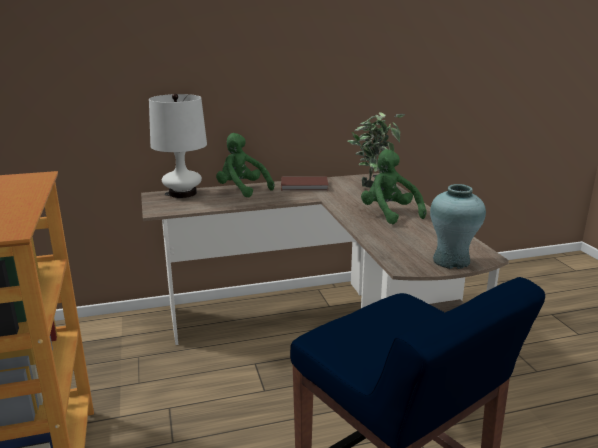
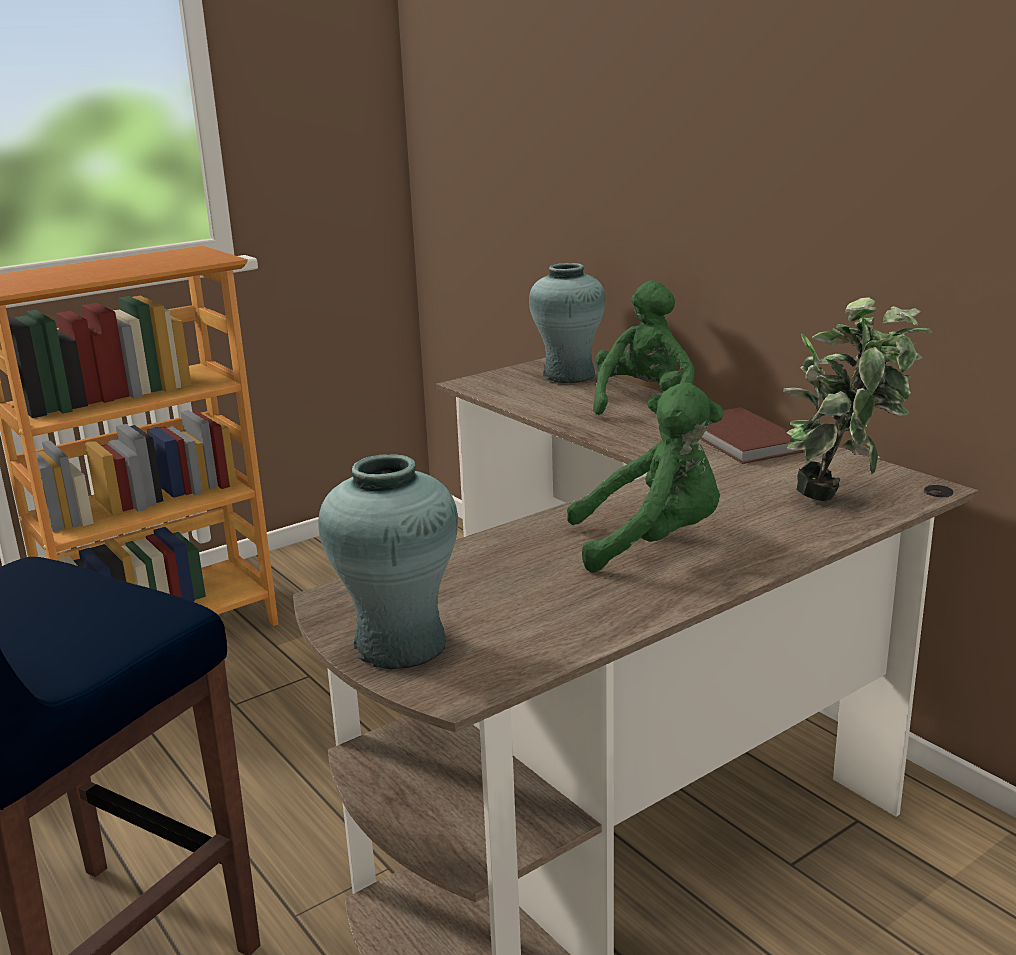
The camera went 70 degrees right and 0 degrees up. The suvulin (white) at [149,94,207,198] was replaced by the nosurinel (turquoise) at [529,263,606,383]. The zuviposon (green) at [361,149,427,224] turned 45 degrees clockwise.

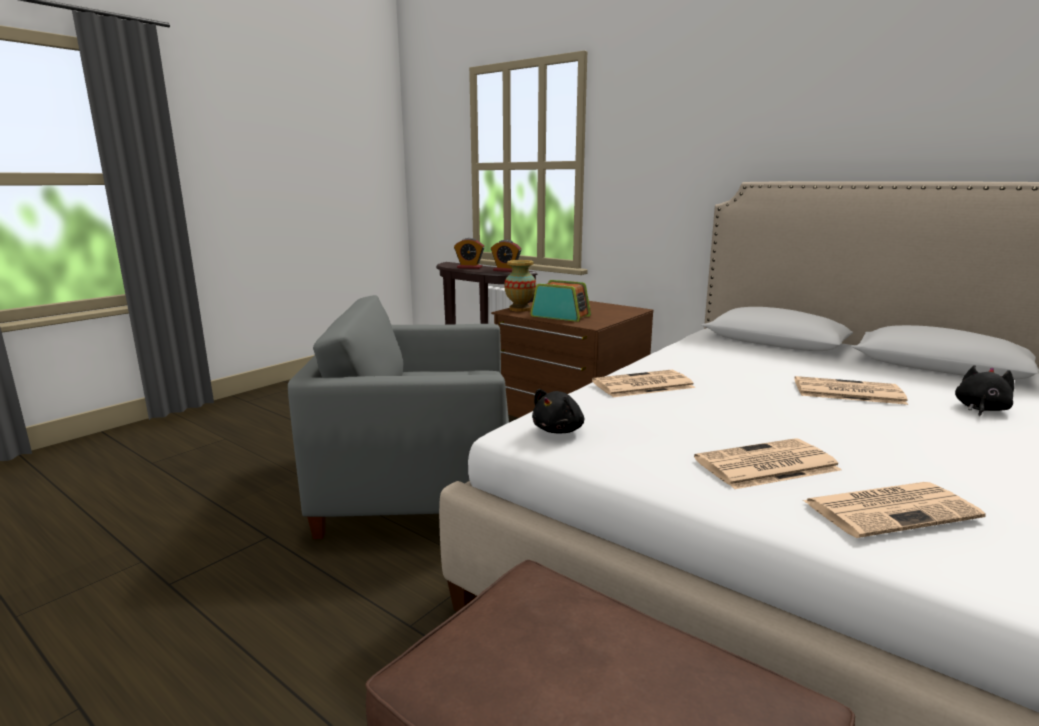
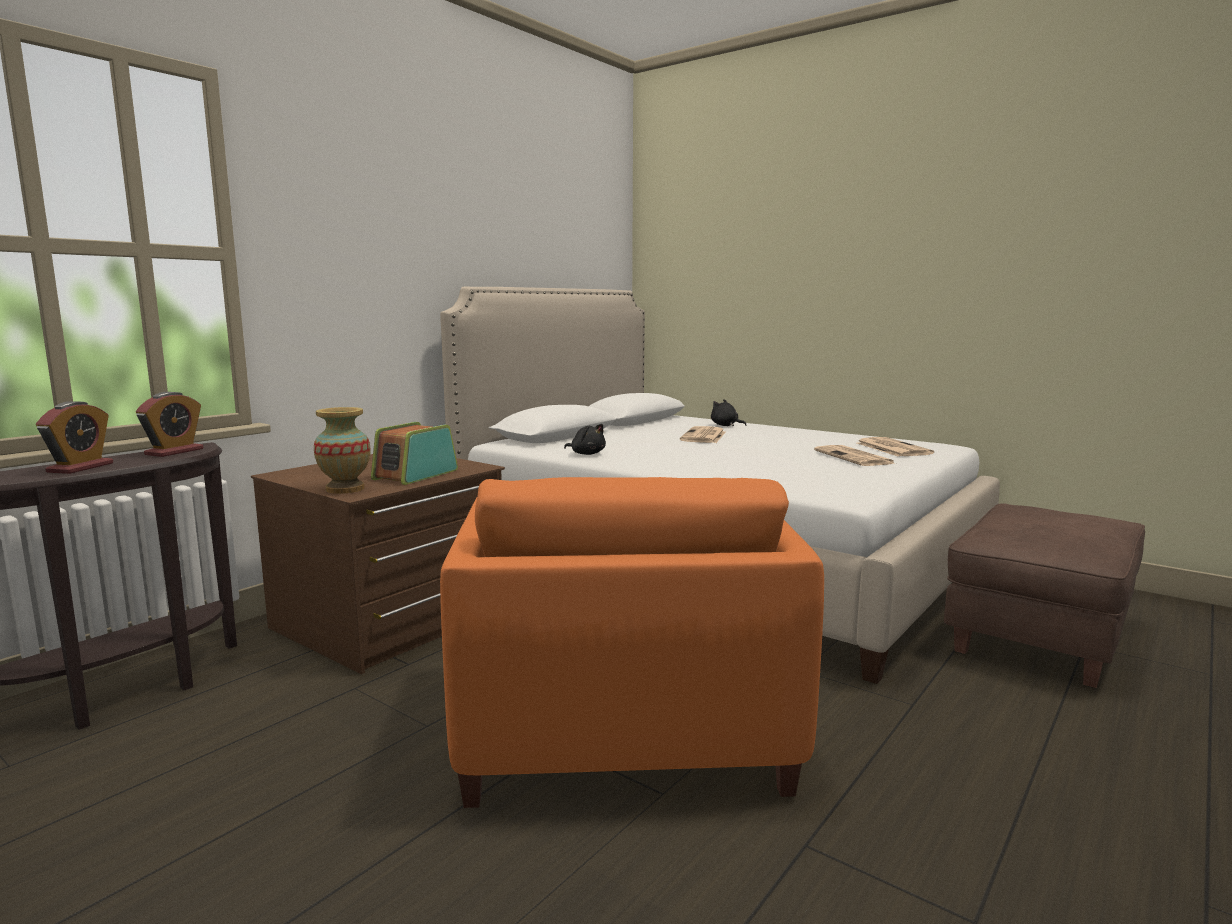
The camera went 90 degrees left and 5 degrees down. The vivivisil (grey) at [288,295,509,539] became the vivivisil (orange) at [440,477,824,808]. The zuviposon (black) moved from [532,389,584,434] to [564,424,606,455]. The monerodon at [592,370,695,397] disappeared.

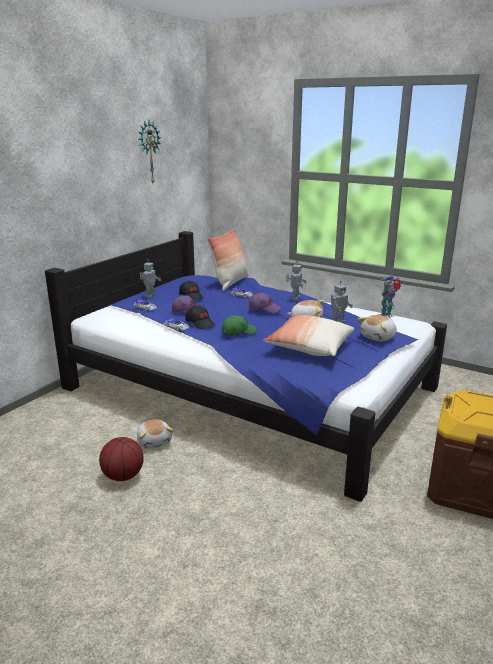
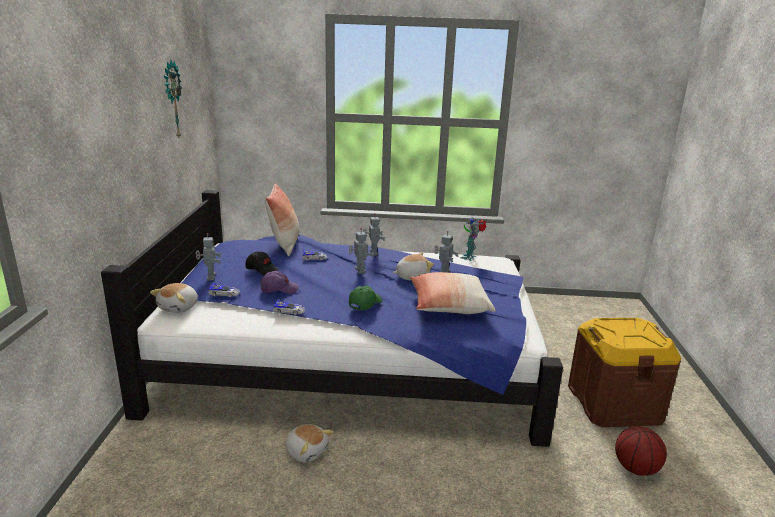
The camera went 30 degrees left and 0 degrees up. The zuviposon moved from [357,315,397,341] to [150,283,198,313]. The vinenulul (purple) at [249,293,281,313] was replaced by the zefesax at [349,228,374,274]. The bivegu moved from [99,437,144,481] to [615,426,667,476]. The vinenulul (black) at [186,305,215,329] disappeared.

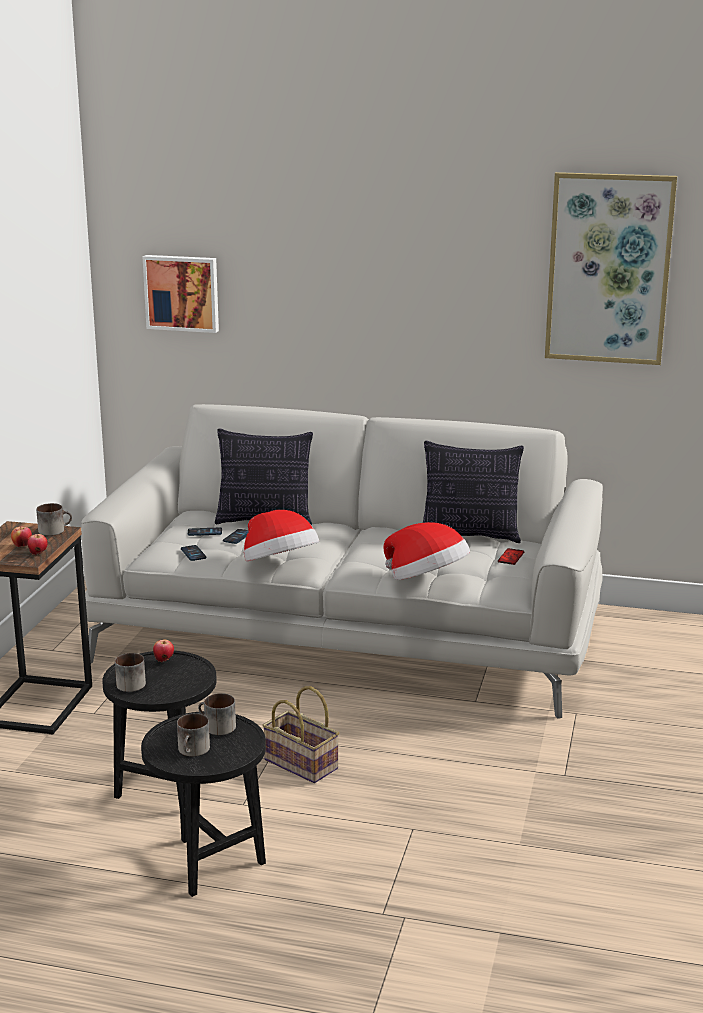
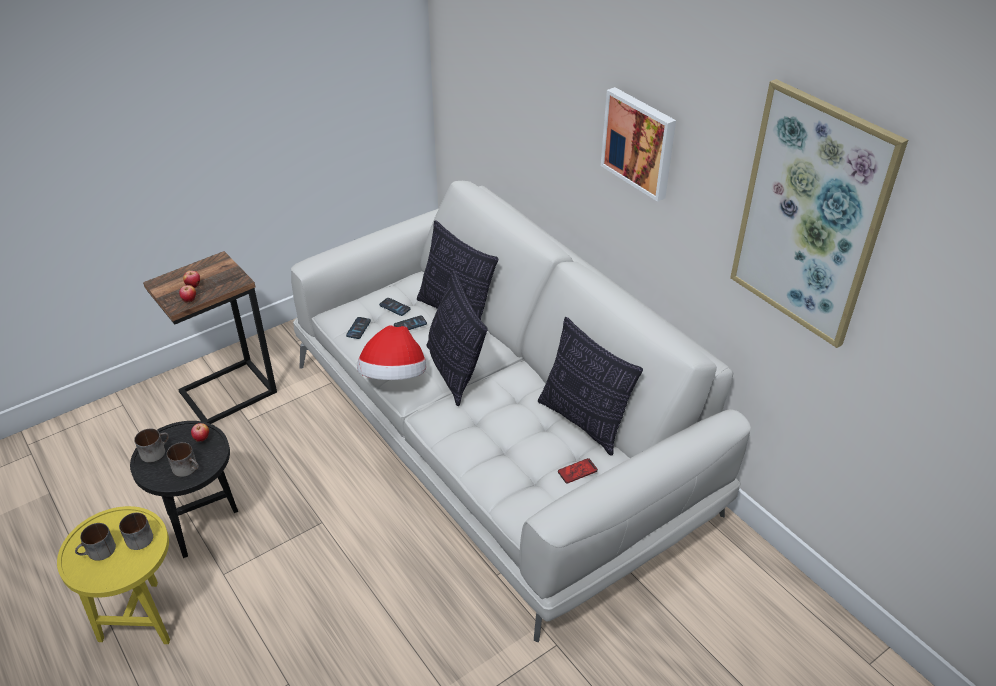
The camera went 40 degrees right and 20 degrees up. The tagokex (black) at [141,711,266,897] became the tagokex (yellow) at [57,506,170,644]. The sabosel moved from [36,503,72,536] to [167,442,199,477]. The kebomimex at [427,270,488,406] appeared. The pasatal moved from [142,255,219,333] to [601,87,676,202]. The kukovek at [262,686,339,783] disappeared. The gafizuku at [383,522,470,580] disappeared.

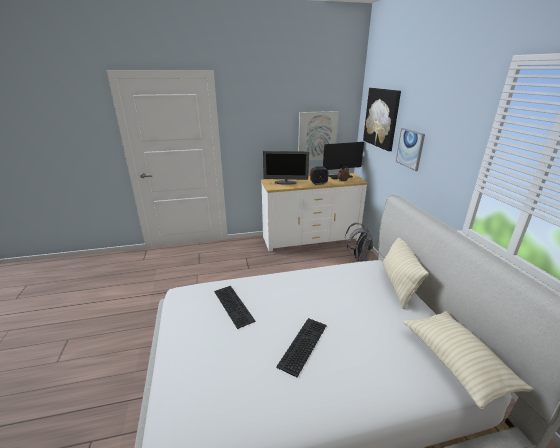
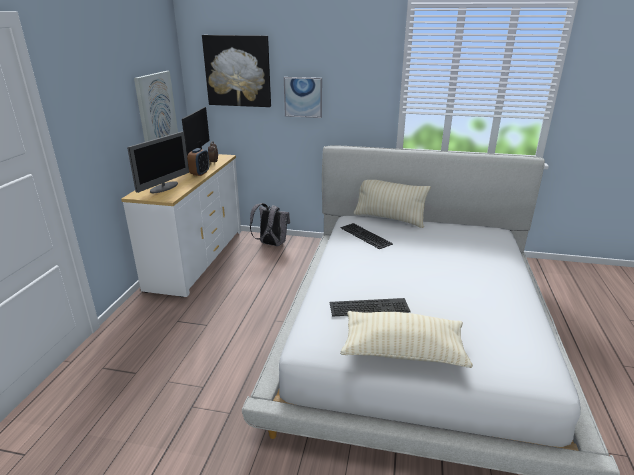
The camera went 65 degrees left and 0 degrees up. The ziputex moved from [276,318,327,377] to [340,223,393,249]. The kebomimex (beige) moved from [403,311,533,410] to [340,311,473,368].

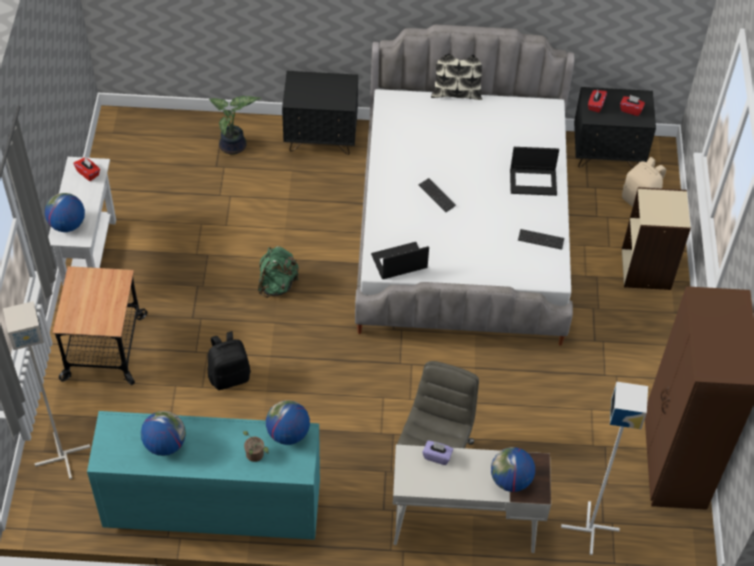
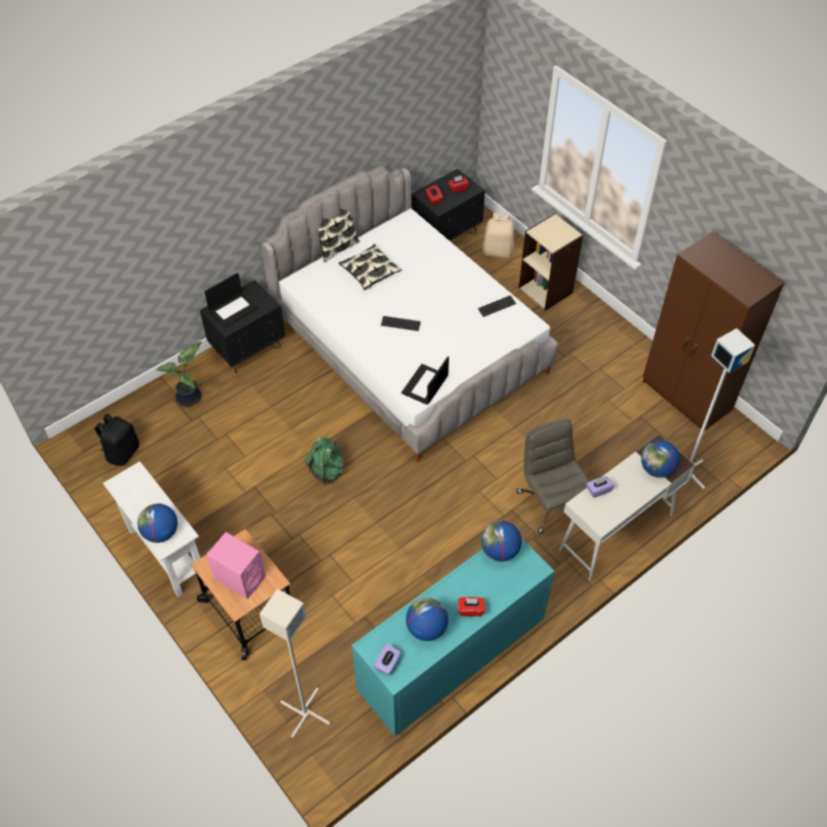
The camera went 40 degrees left and 0 degrees up. The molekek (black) moved from [208,331,251,390] to [95,413,139,466]. The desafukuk moved from [510,147,559,196] to [204,273,258,328]. The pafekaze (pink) at [207,532,266,599] appeared. The kebomimex at [338,244,402,290] appeared. The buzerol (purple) at [374,643,401,675] appeared. The buzerol (red) moved from [74,157,100,181] to [458,597,485,616]. The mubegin at [243,431,269,462] disappeared.

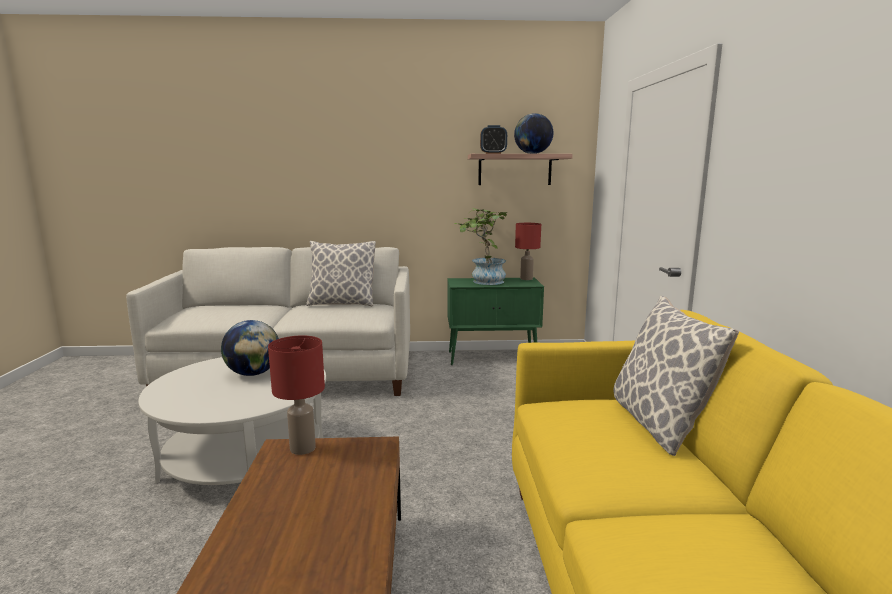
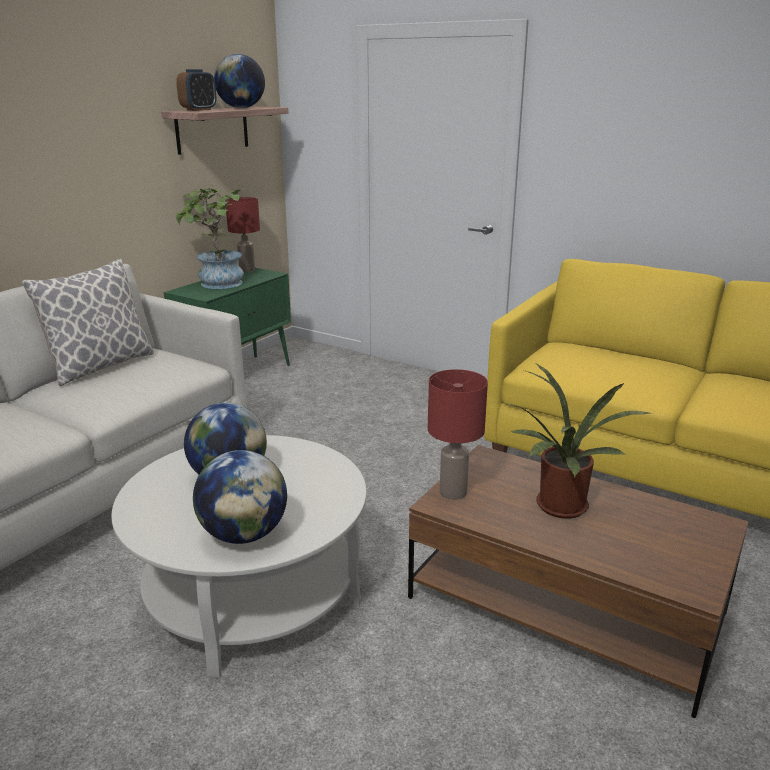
The camera went 55 degrees left and 10 degrees up. The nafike at [193,450,287,544] appeared. The mubegin at [509,363,652,519] appeared. The kebomimex at [613,296,739,456] disappeared.

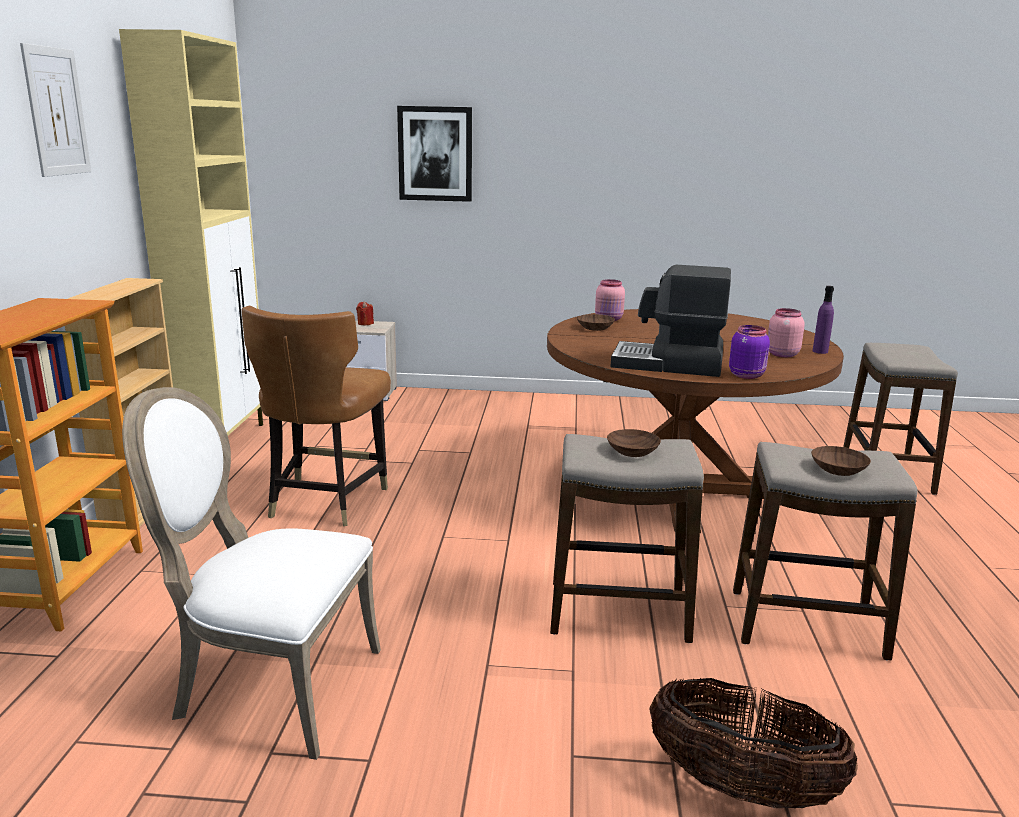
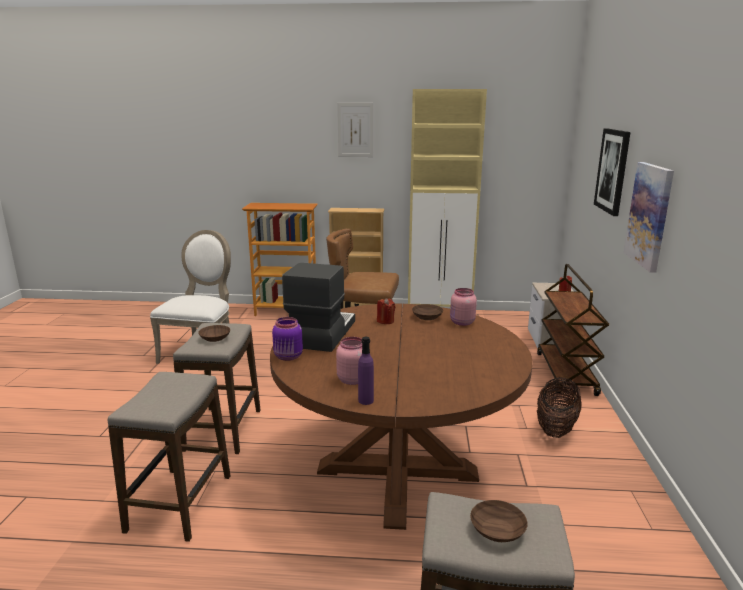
The camera went 90 degrees right and 0 degrees up. The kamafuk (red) at [377,298,396,324] appeared. The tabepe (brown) moved from [811,446,871,476] to [470,500,528,542]. The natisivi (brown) at [537,264,609,396] appeared. The kukovek moved from [649,678,858,808] to [537,377,582,438]. The pasatal at [624,162,674,273] appeared.

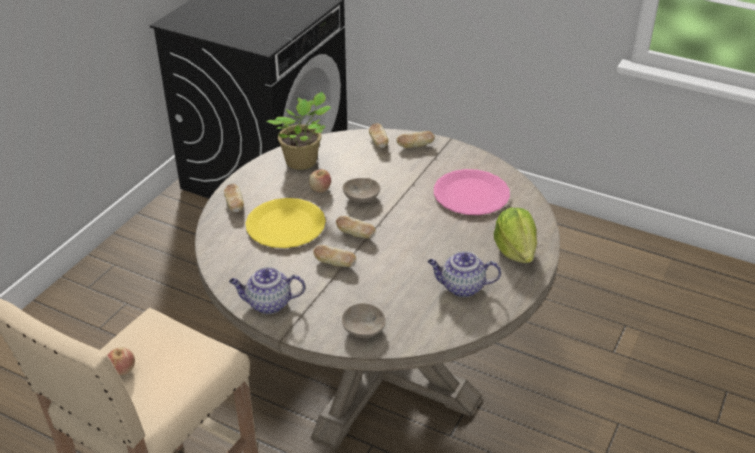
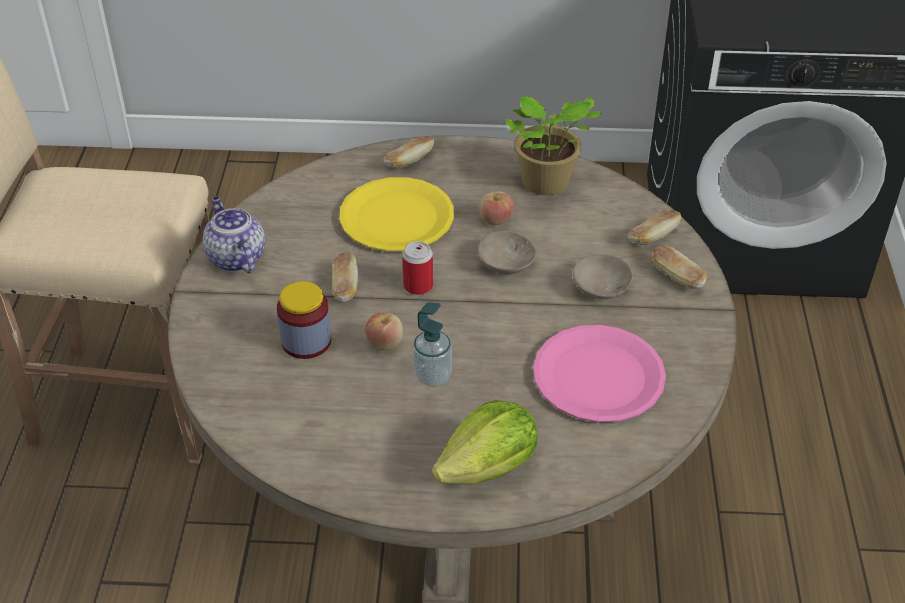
The camera went 65 degrees right and 5 degrees up. The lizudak at [277,281,331,359] appeared. The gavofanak moved from [107,347,135,375] to [365,312,403,351]. The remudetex at [336,216,376,239] was replaced by the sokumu at [402,241,433,295]. The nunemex at [413,302,452,387] appeared. The tabepe (beige) moved from [342,303,386,338] to [573,254,633,299]. The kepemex at [428,251,501,297] disappeared.

